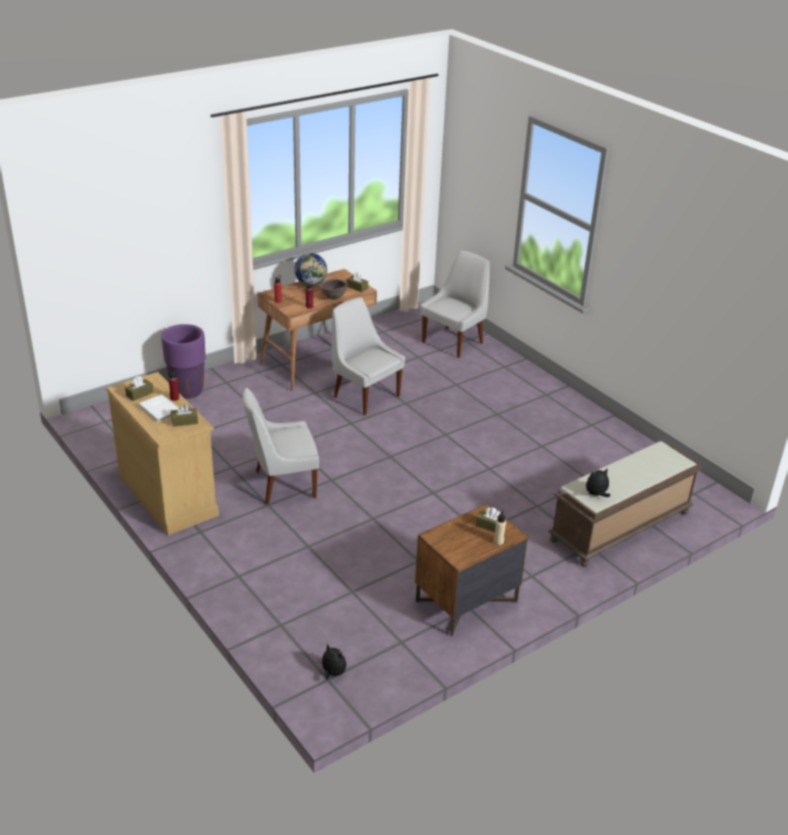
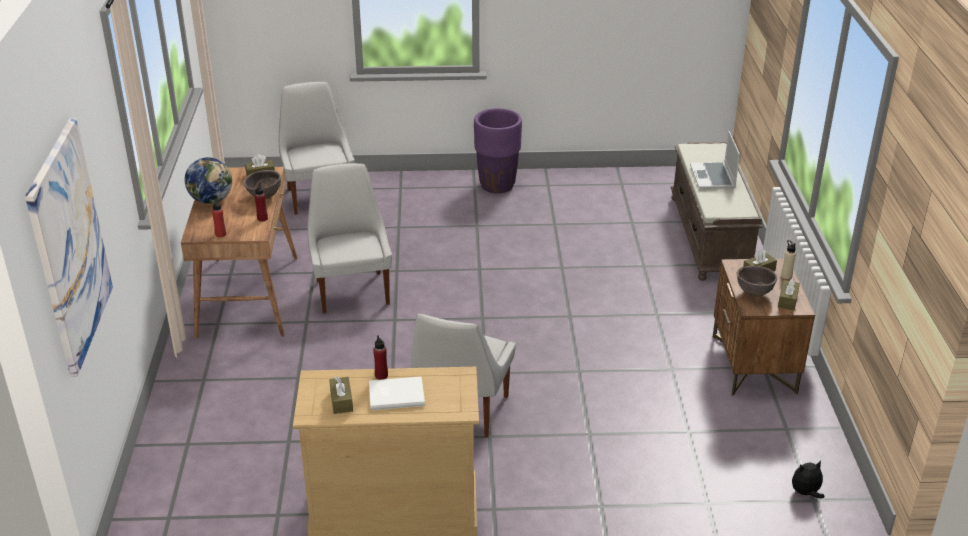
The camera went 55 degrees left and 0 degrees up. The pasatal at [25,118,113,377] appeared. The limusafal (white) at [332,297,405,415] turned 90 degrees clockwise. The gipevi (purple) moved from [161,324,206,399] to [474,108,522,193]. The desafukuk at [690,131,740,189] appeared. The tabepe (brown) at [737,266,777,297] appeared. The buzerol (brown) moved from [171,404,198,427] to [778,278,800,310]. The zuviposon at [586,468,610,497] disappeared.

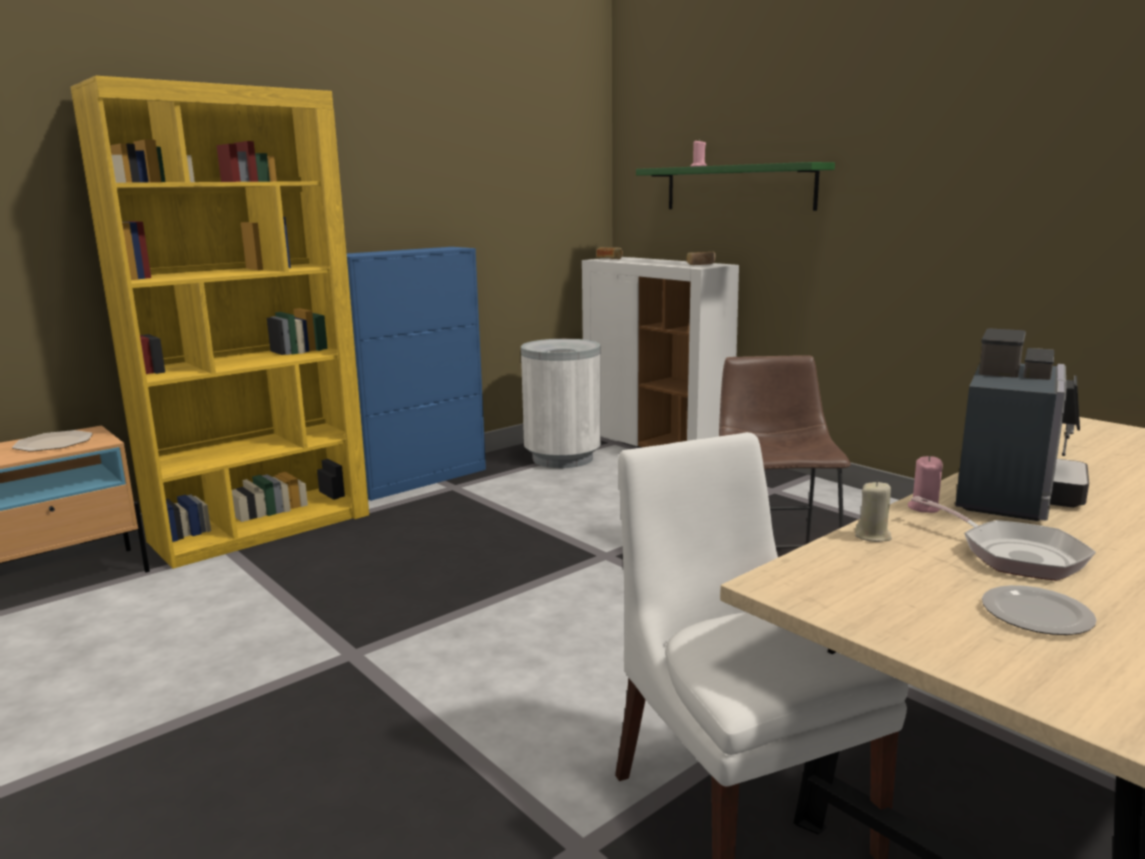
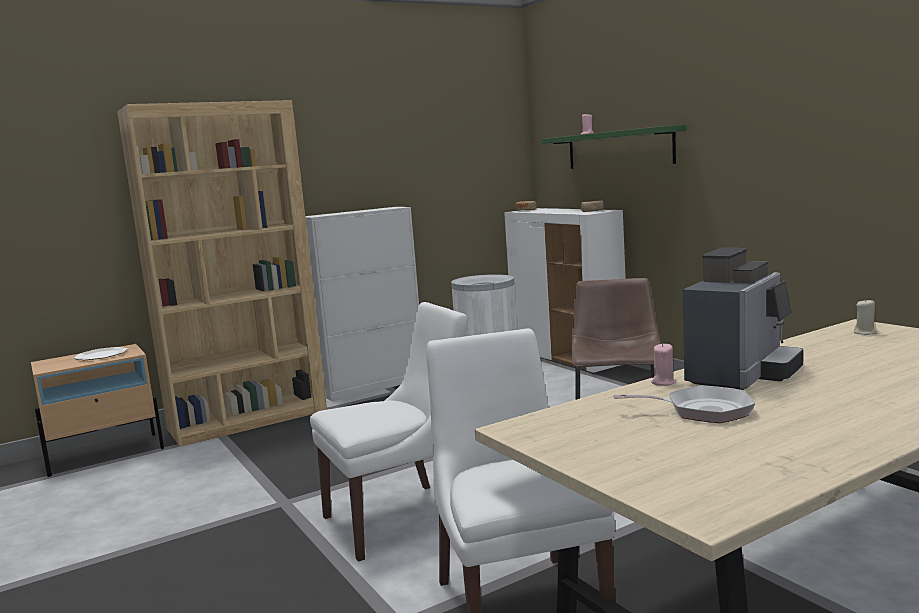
The camera went 10 degrees right and 5 degrees down. The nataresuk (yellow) at [70,76,369,569] became the nataresuk (brown) at [117,100,327,447]. The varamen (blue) at [347,247,486,501] became the varamen (white) at [305,207,419,401]. The limusafal (white) at [310,302,468,562] appeared. The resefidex at [911,496,1096,581] turned 60 degrees counterclockwise. The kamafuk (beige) moved from [855,481,892,542] to [854,300,877,335]. The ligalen at [982,585,1097,635] disappeared.

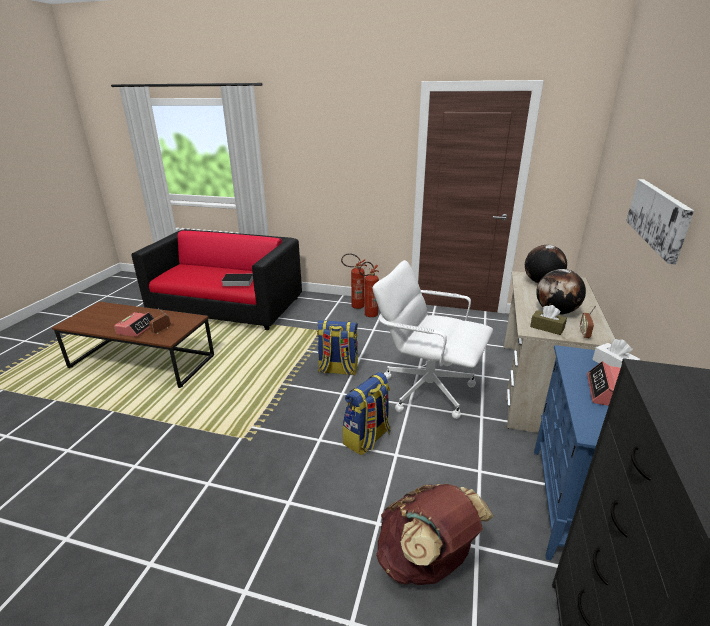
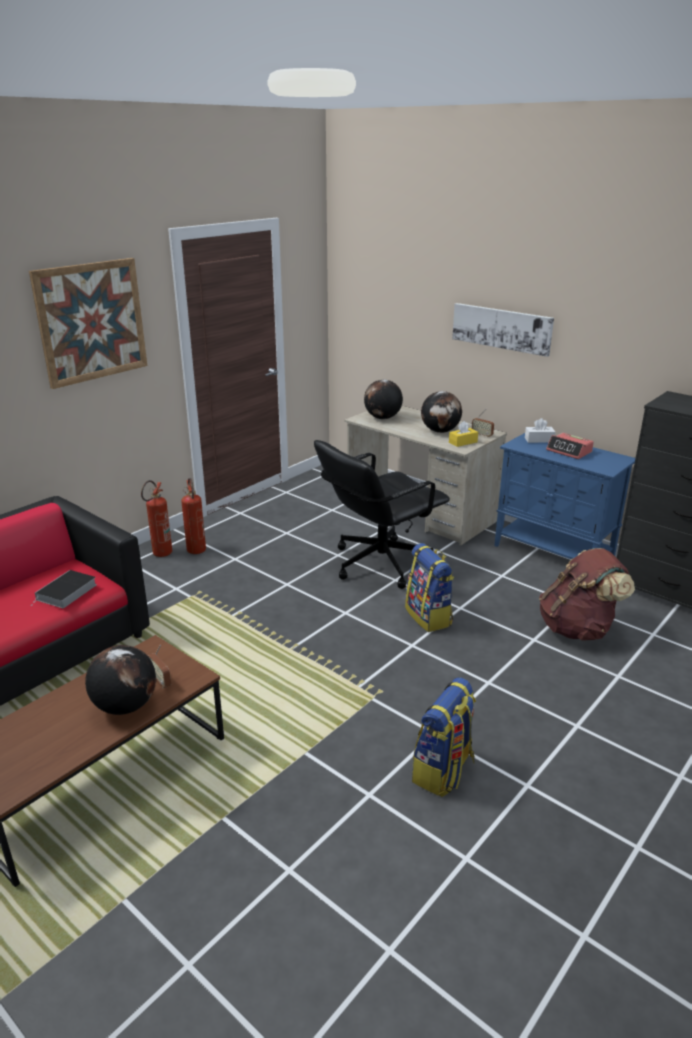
The camera went 65 degrees left and 0 degrees up. The pasatal at [29,258,147,389] appeared. The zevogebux at [114,312,155,337] was replaced by the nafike at [85,645,156,715]. The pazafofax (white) at [373,260,493,419] became the pazafofax (black) at [314,440,450,589]. The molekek moved from [317,320,358,375] to [412,677,476,797]. The buzerol (brown) at [530,305,567,335] became the buzerol (yellow) at [449,421,478,447].

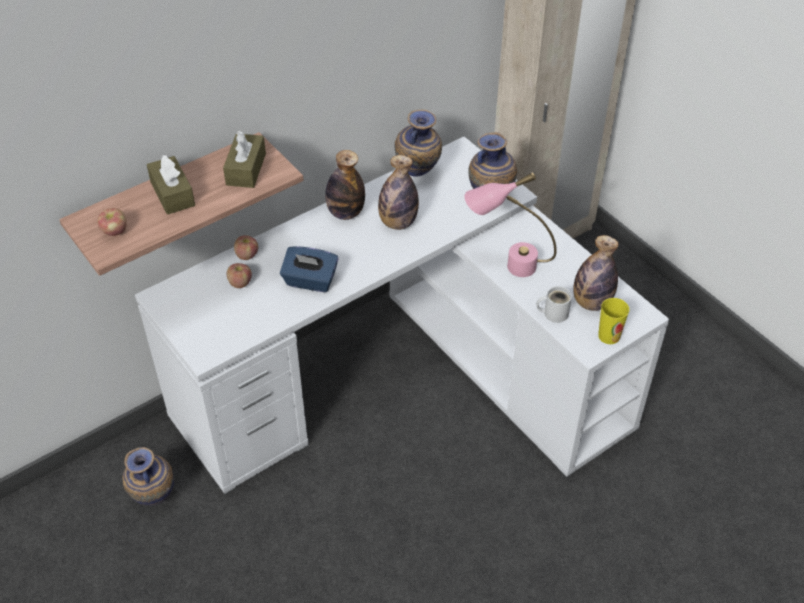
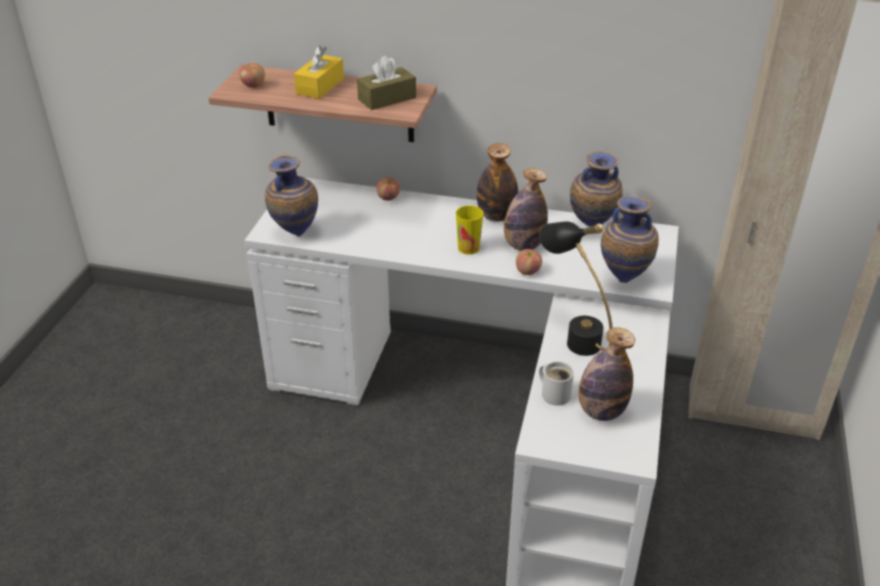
The camera went 50 degrees right and 10 degrees down. The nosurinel moved from [123,447,174,506] to [265,155,318,237]. The buzerol (brown) at [147,154,195,215] became the buzerol (yellow) at [294,45,344,99]. The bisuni moved from [598,298,629,344] to [456,205,483,255]. The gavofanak moved from [227,263,252,288] to [516,249,542,275]. The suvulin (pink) at [465,172,557,277] became the suvulin (black) at [539,221,613,356]. The buzerol (blue) at [280,246,338,292] disappeared.

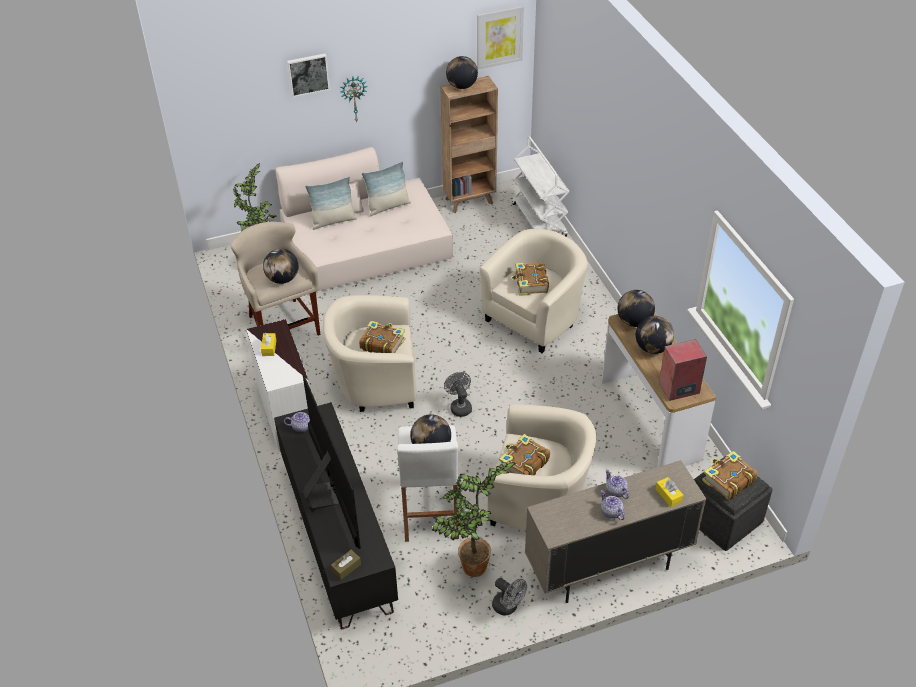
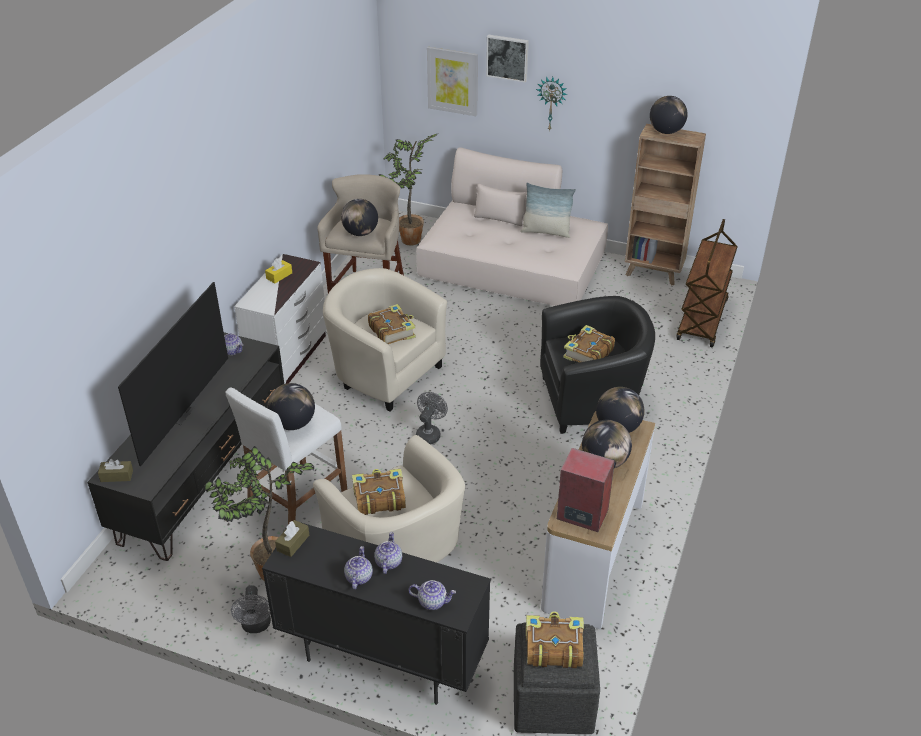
The camera went 40 degrees right and 5 degrees down. The varamen (beige) at [525,460,706,603] became the varamen (black) at [262,523,491,705]. The buzerol (brown) at [275,520,309,557] appeared. The buzerol (yellow) at [656,477,683,507] was replaced by the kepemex at [408,580,456,610]. The pasatal moved from [477,6,524,69] to [427,47,478,116]. The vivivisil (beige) at [480,229,588,353] became the vivivisil (black) at [540,296,655,434]. The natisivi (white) at [512,136,569,237] became the natisivi (brown) at [676,219,738,348]. The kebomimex at [305,177,357,230] disappeared.

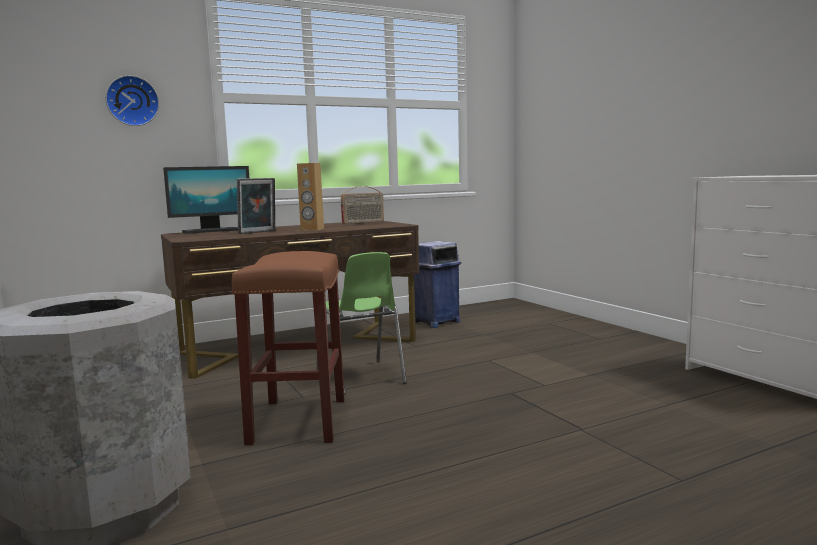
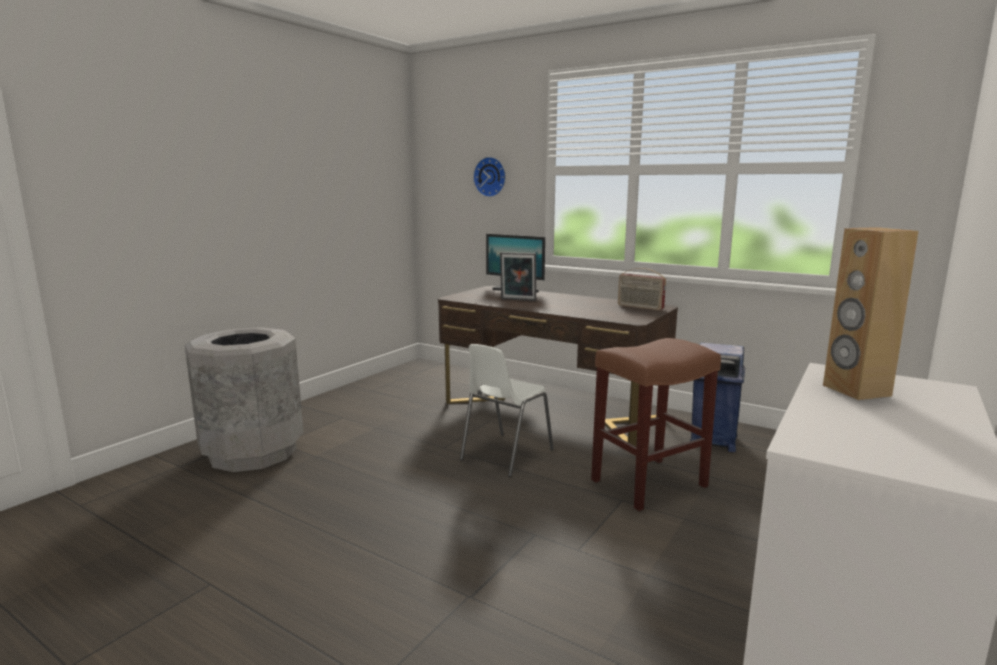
The camera went 60 degrees right and 5 degrees up. The limusafal (green) at [316,252,407,394] became the limusafal (white) at [460,344,554,477]. The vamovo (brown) moved from [232,251,345,445] to [591,338,721,511]. The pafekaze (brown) moved from [297,163,324,231] to [823,227,918,400].

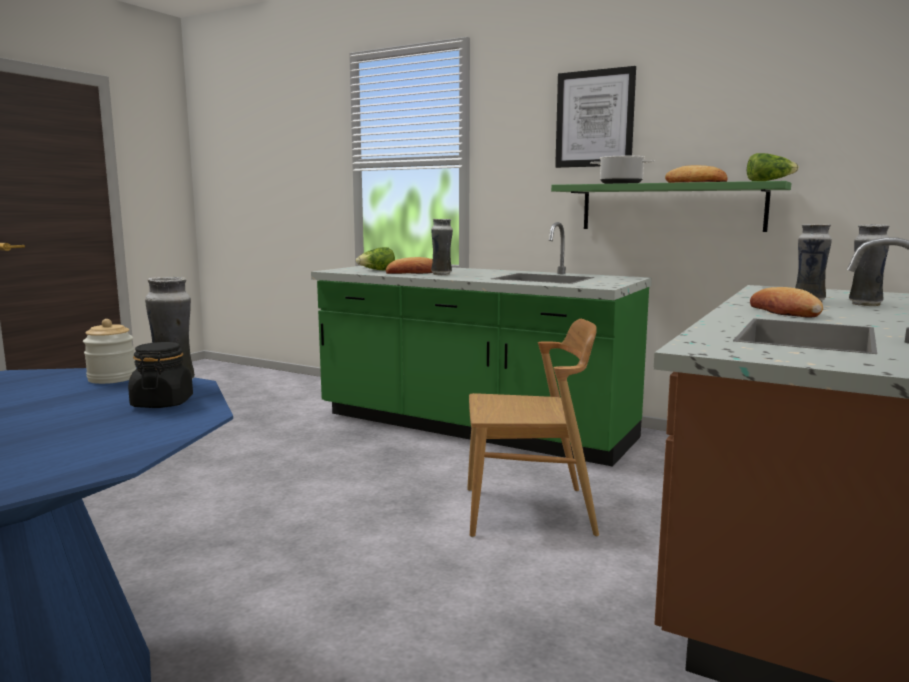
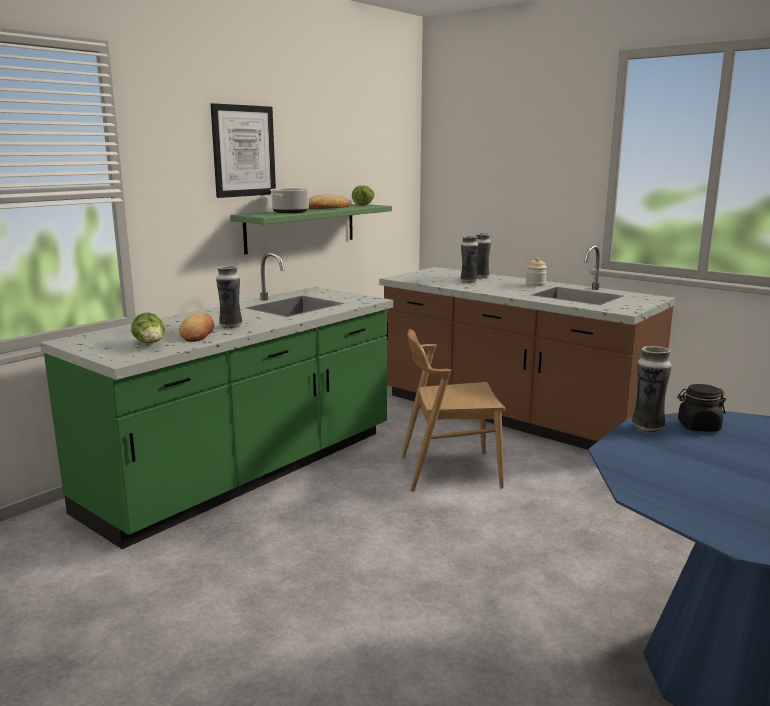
The camera went 80 degrees left and 5 degrees up. The limusafal (brown) at [467,319,599,537] turned 105 degrees counterclockwise. The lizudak moved from [83,319,136,384] to [526,258,547,286]. The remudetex at [750,287,823,318] disappeared.

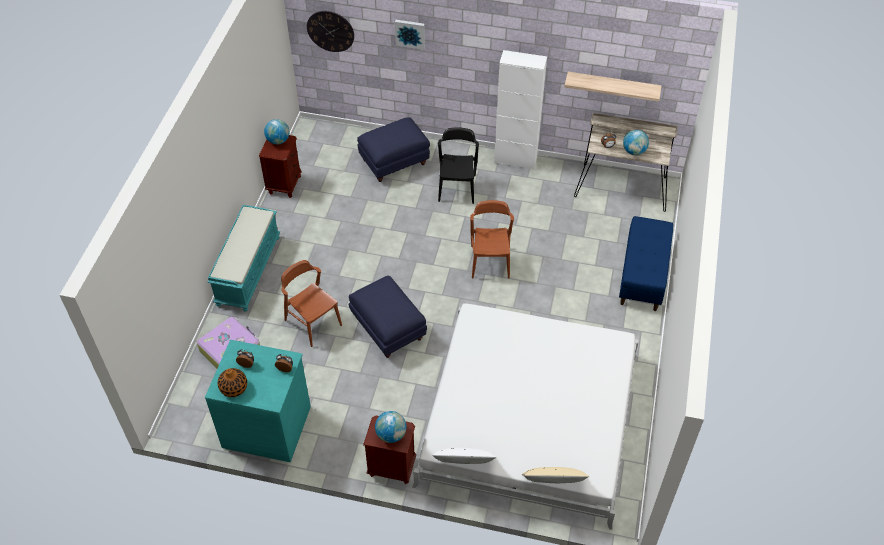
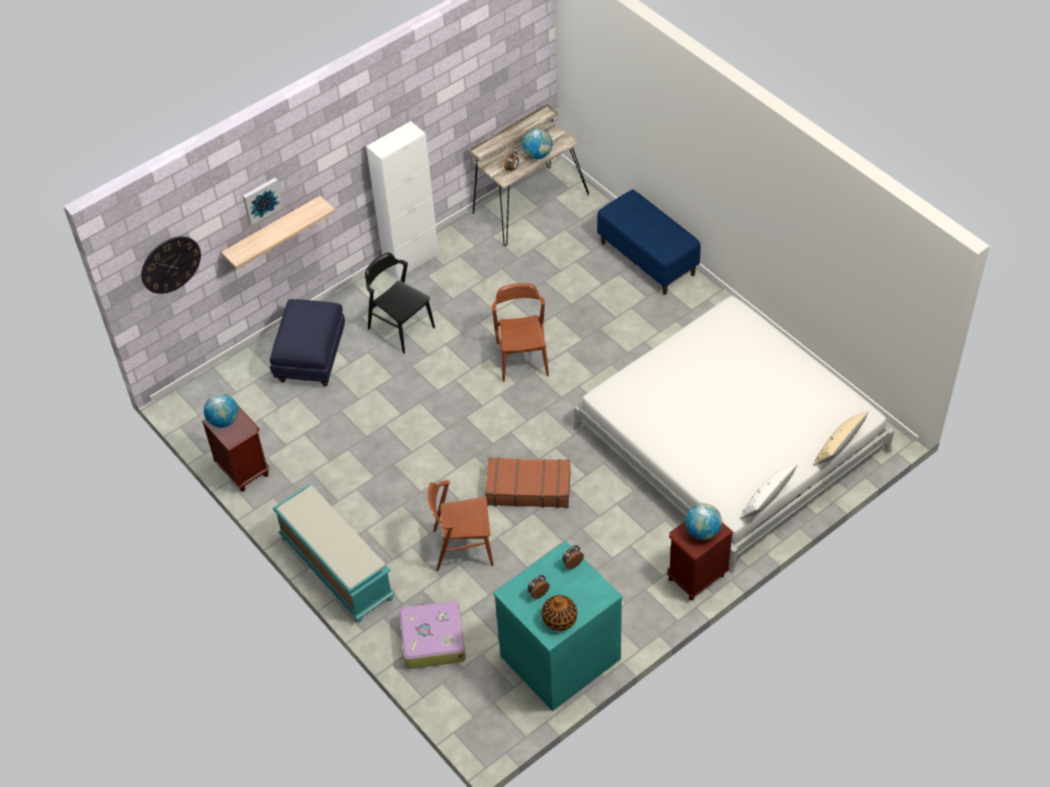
The camera went 50 degrees left and 0 degrees up. The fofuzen moved from [564,72,662,102] to [221,196,336,270]. The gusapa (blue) at [349,276,427,358] was replaced by the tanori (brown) at [485,457,571,508]. The limusafal (brown) at [470,200,514,279] turned 45 degrees clockwise.

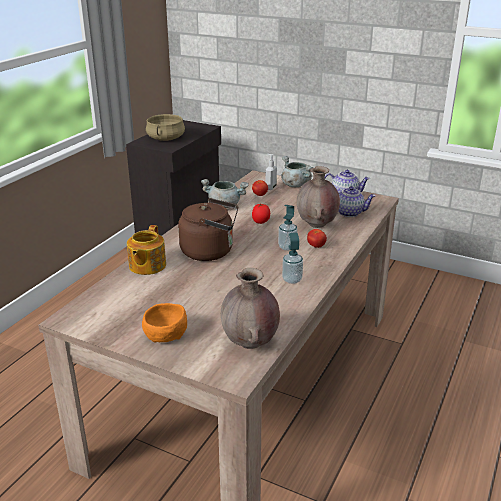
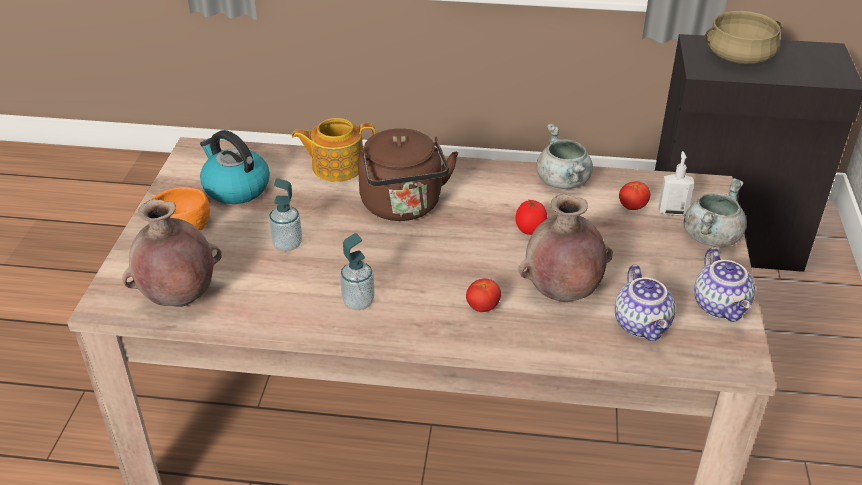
The camera went 70 degrees right and 10 degrees up. The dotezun at [200,130,270,204] appeared. The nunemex moved from [278,205,298,251] to [269,178,302,251].

